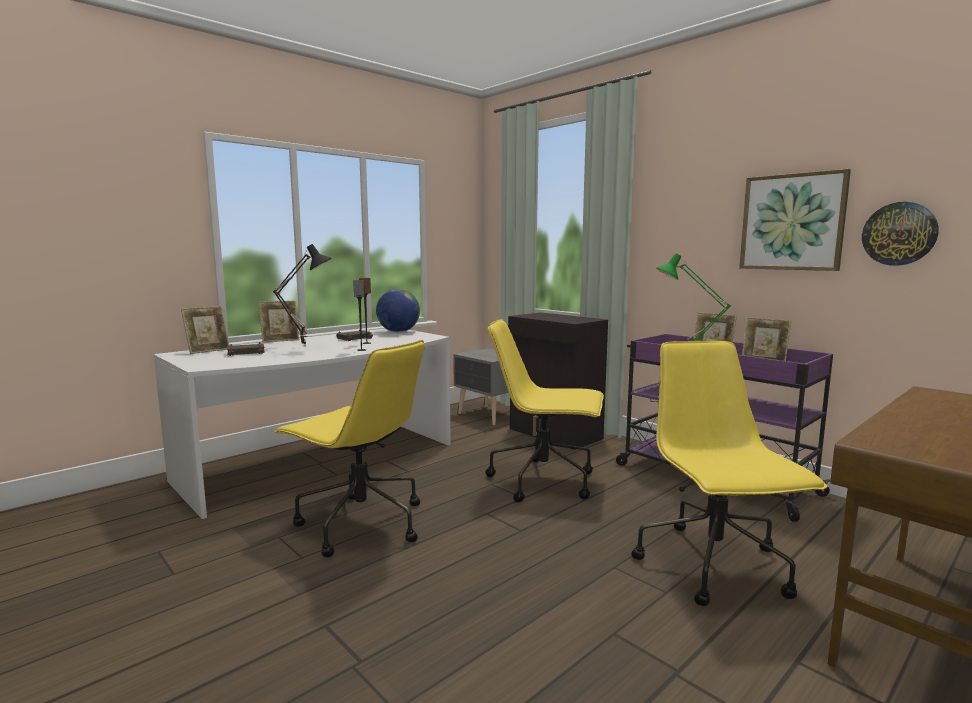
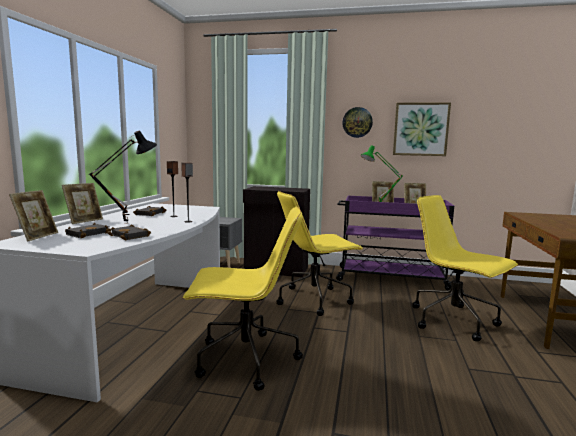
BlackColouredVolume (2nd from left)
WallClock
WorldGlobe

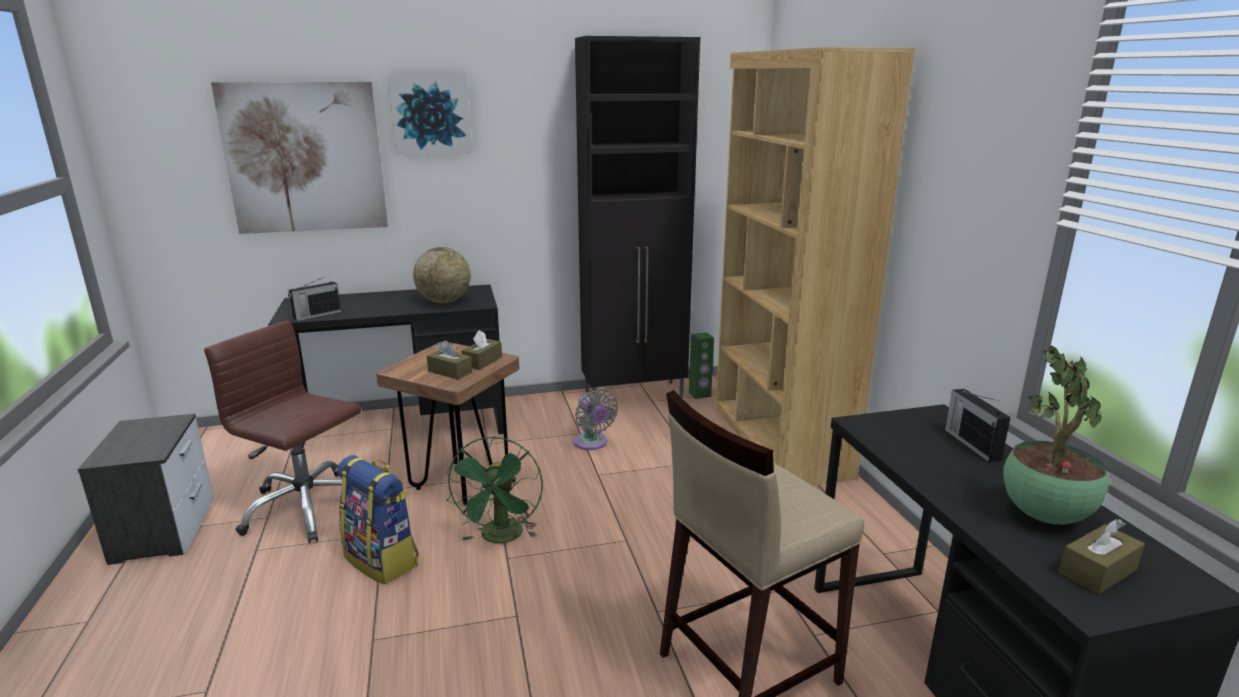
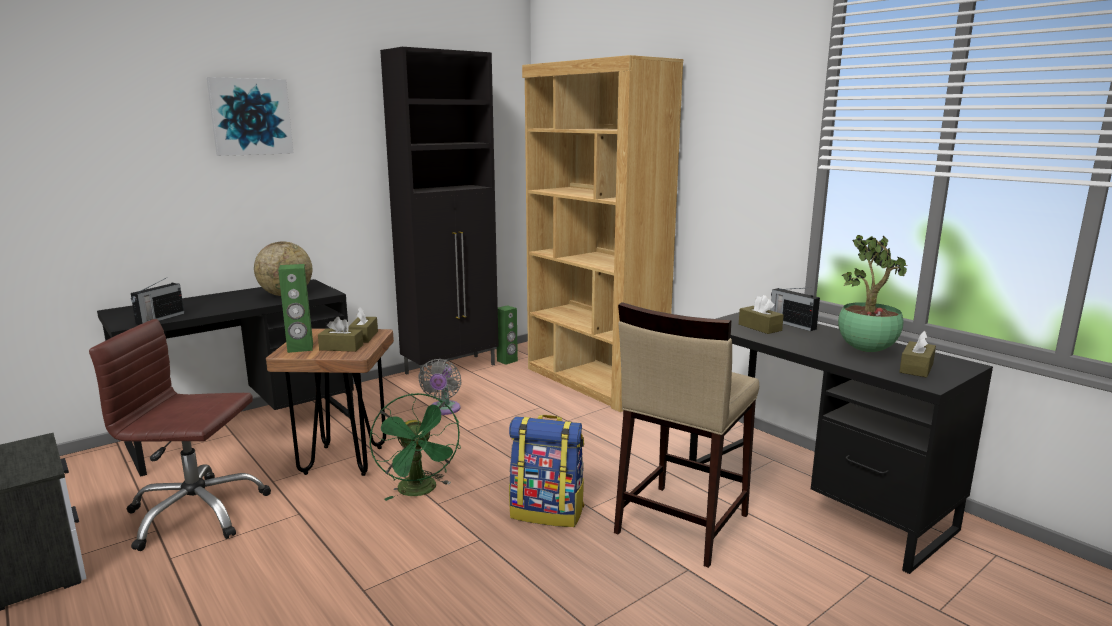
GreenColouredLoudspeaker (1st from left)
GreyFan
Rucksack
BrownTissueBox (3rd from left)
Picture (1st from left in the first image)

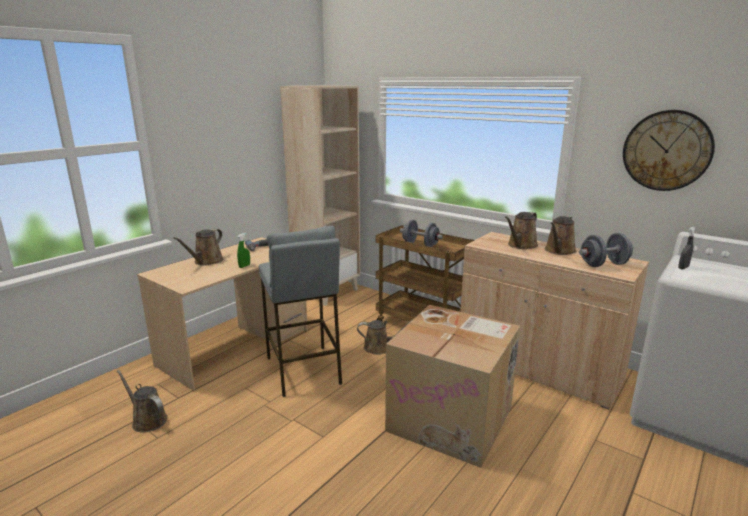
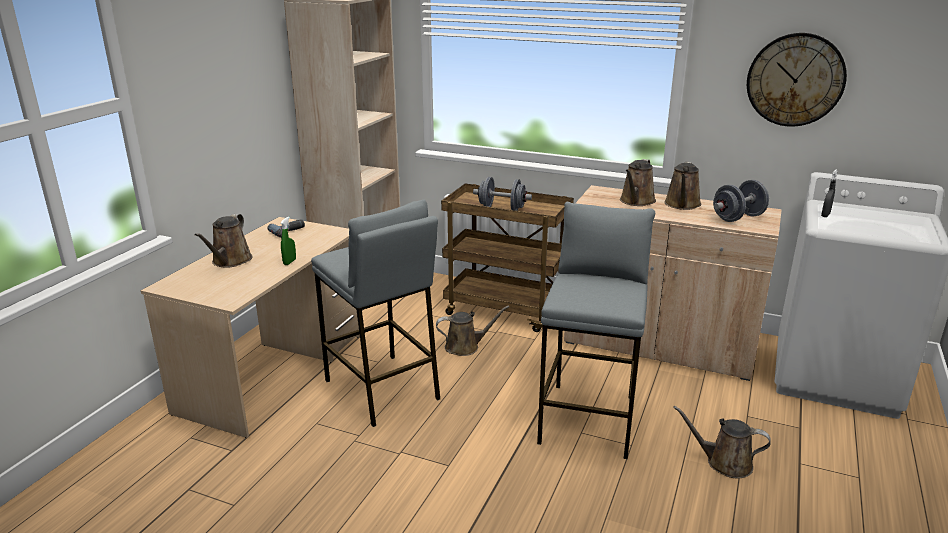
GreyStool (2nd from left)
BrownWateringPot (5th from left)

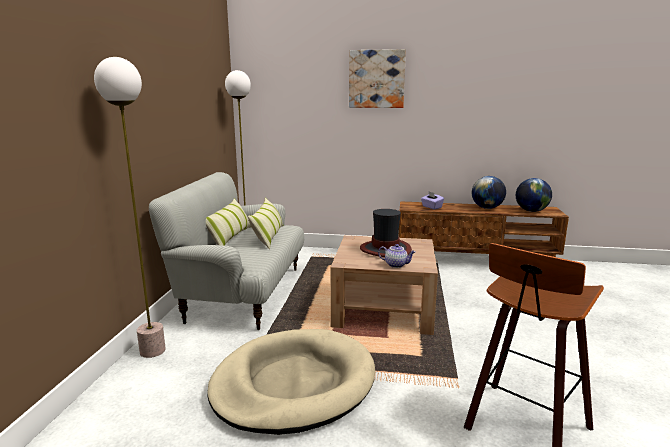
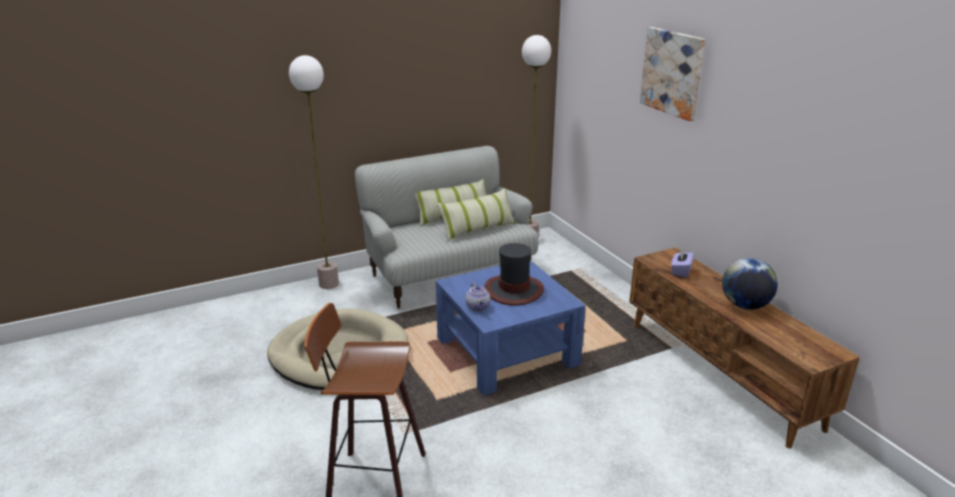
BlueCoffeeTable
WorldGlobe (2nd from left in the first image)

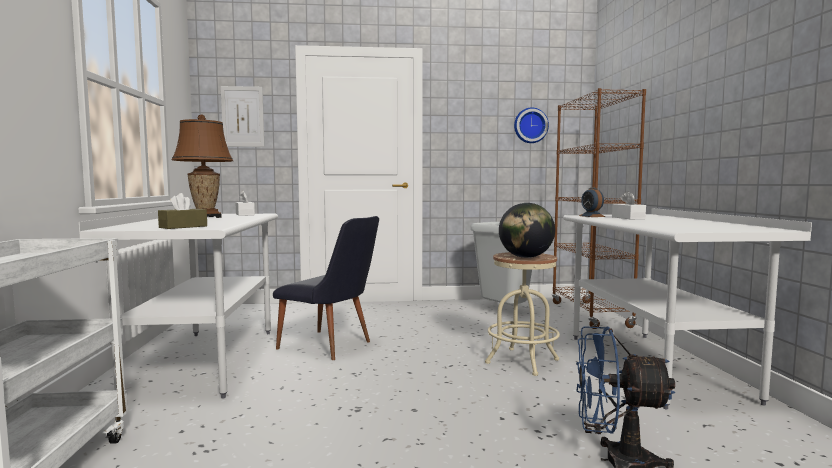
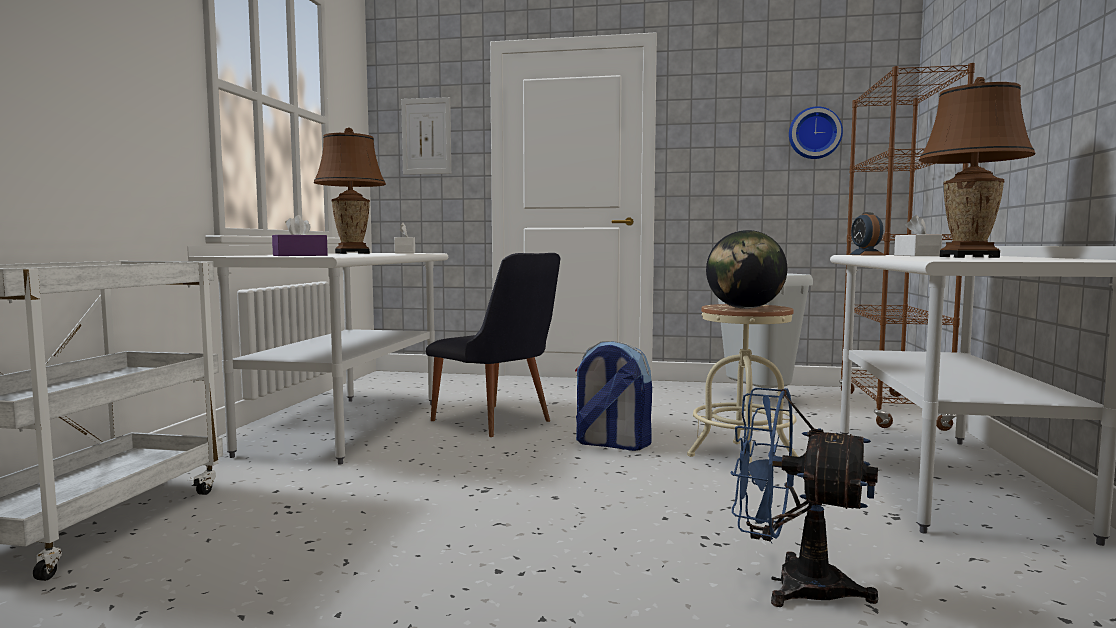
PurplishTissueBox
Rucksack
BrownLampForATable (2nd from left)

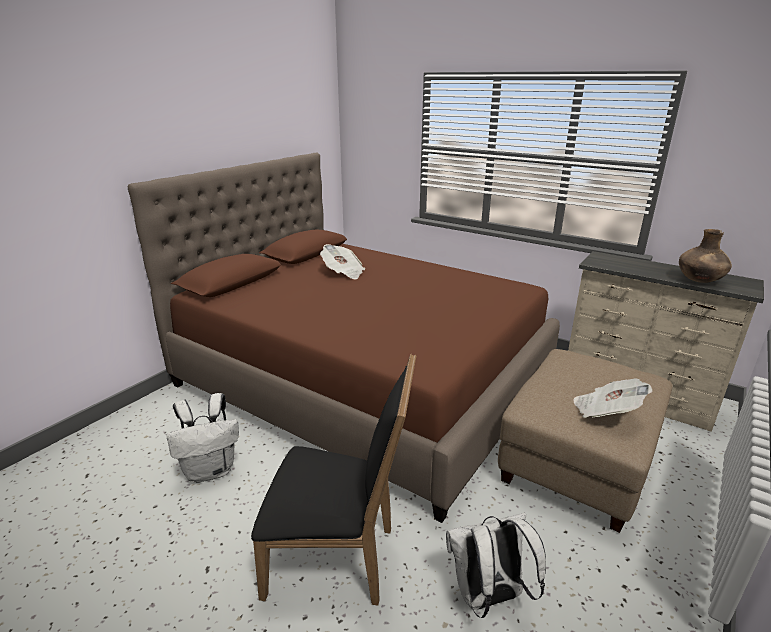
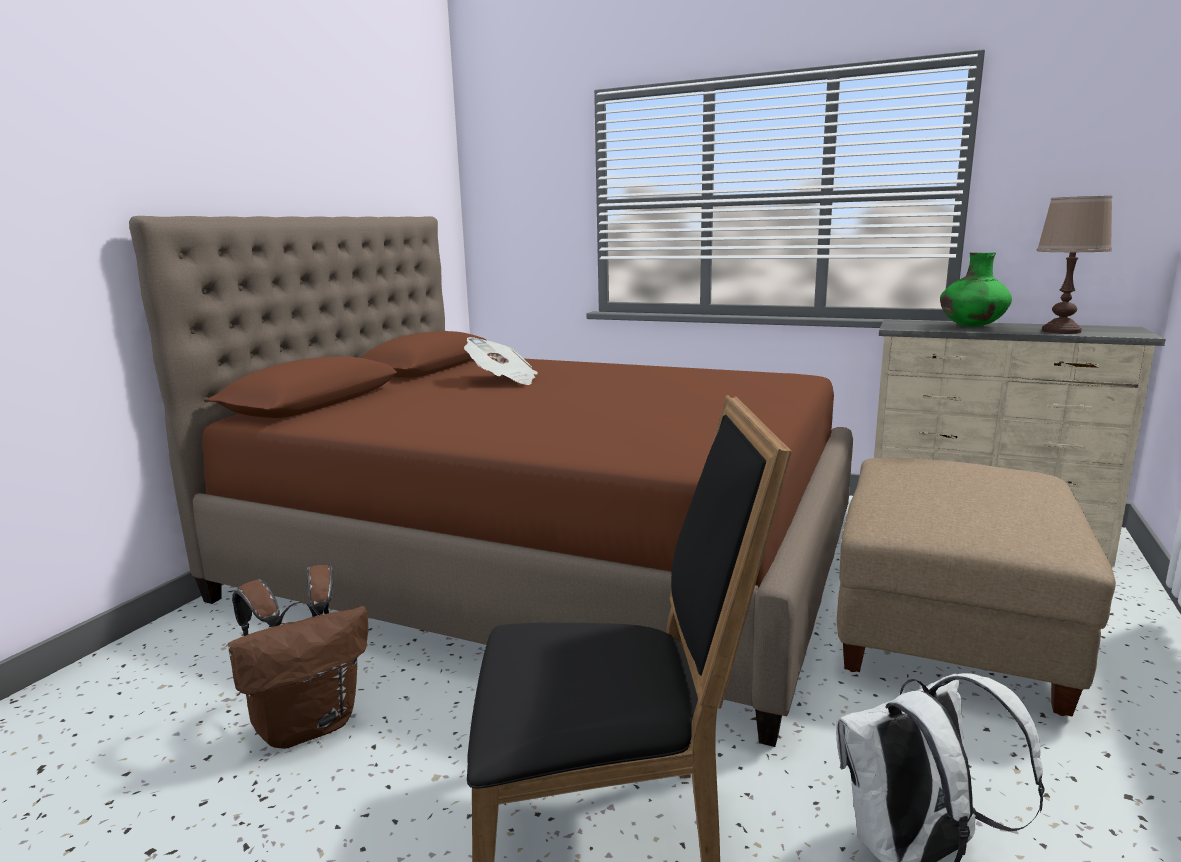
BrownRucksack
GreenColouredDecorativeVase
BrownLampForATable
PrintedPaper (2nd from left in the first image)

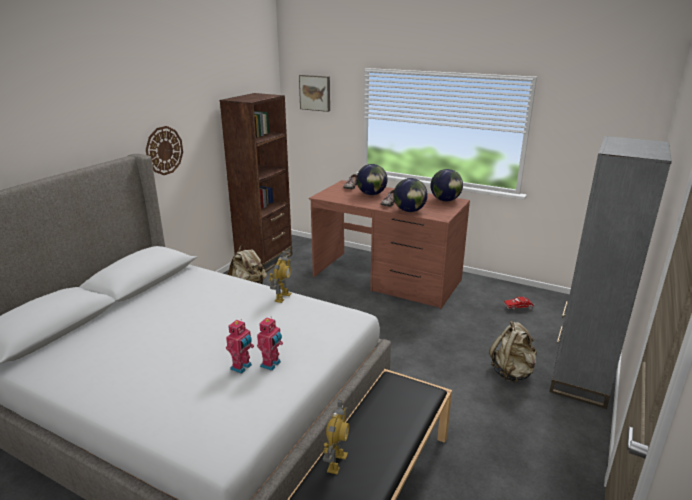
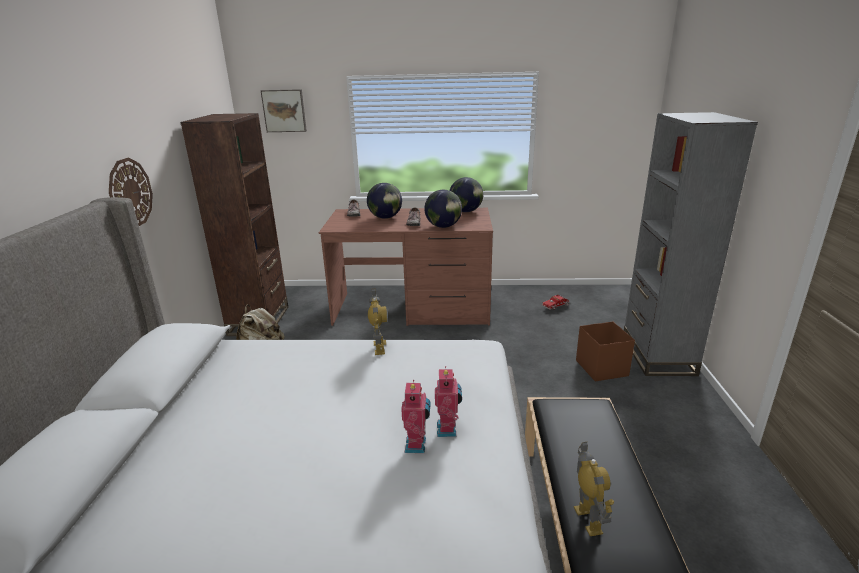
BrownStorageBin

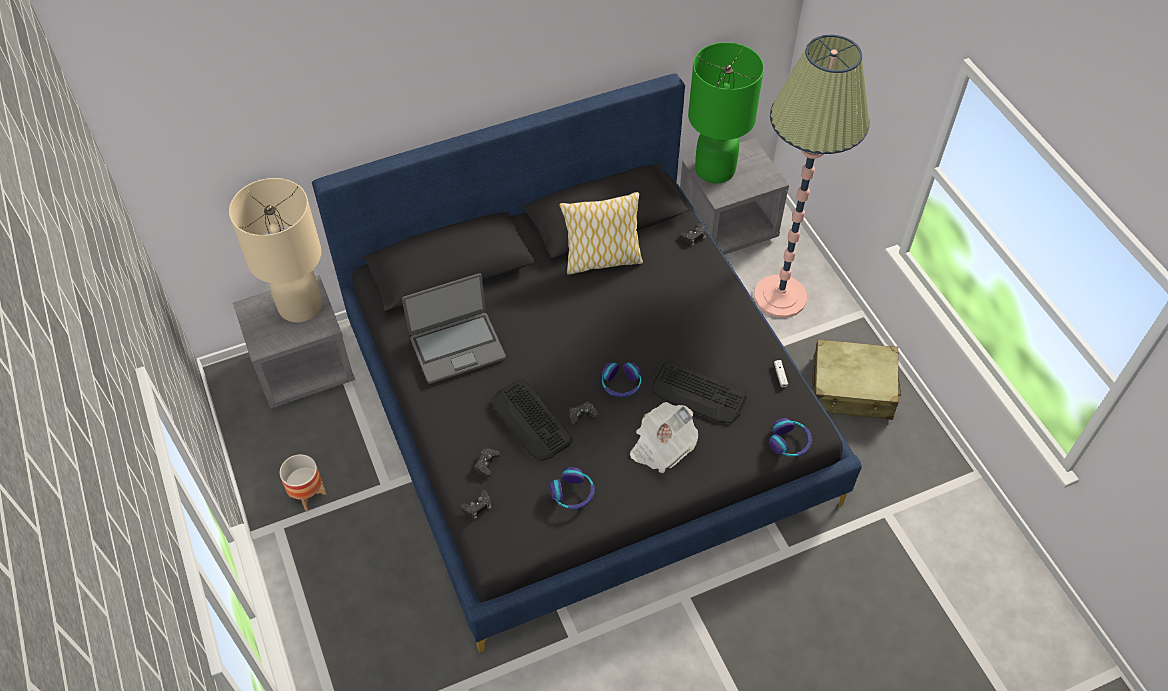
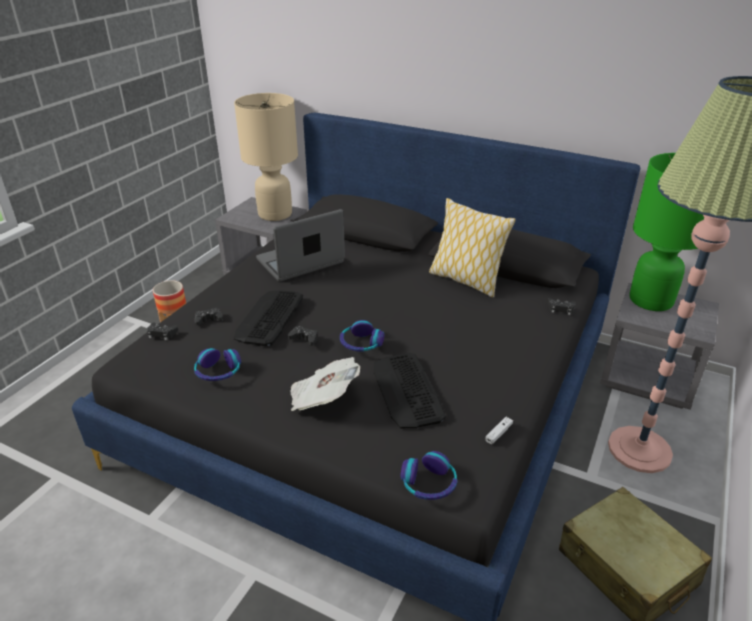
NotebookComputer

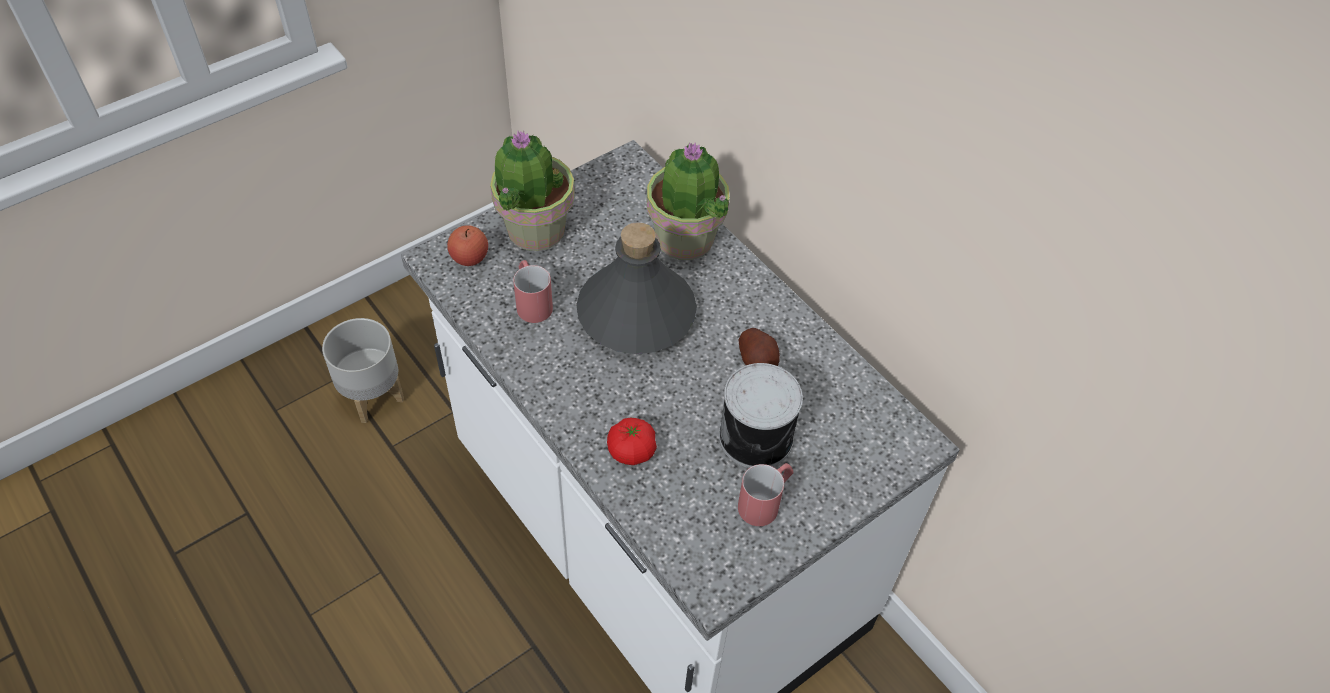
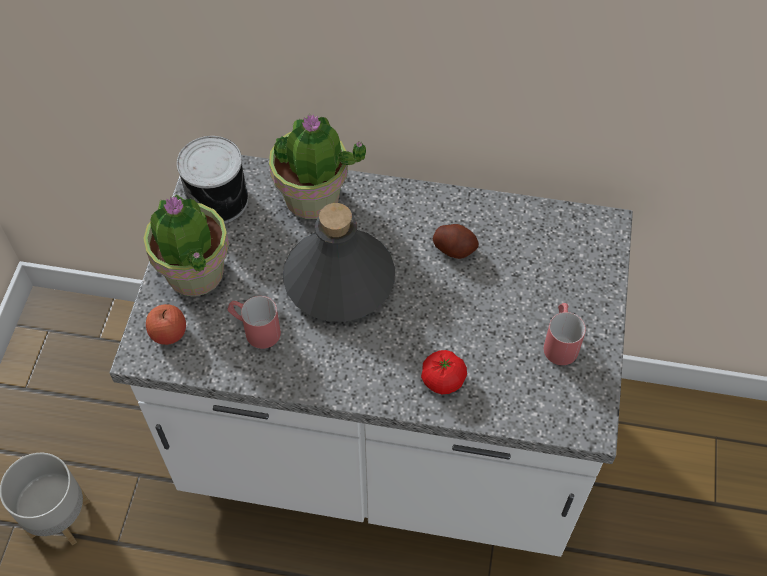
SealedCan

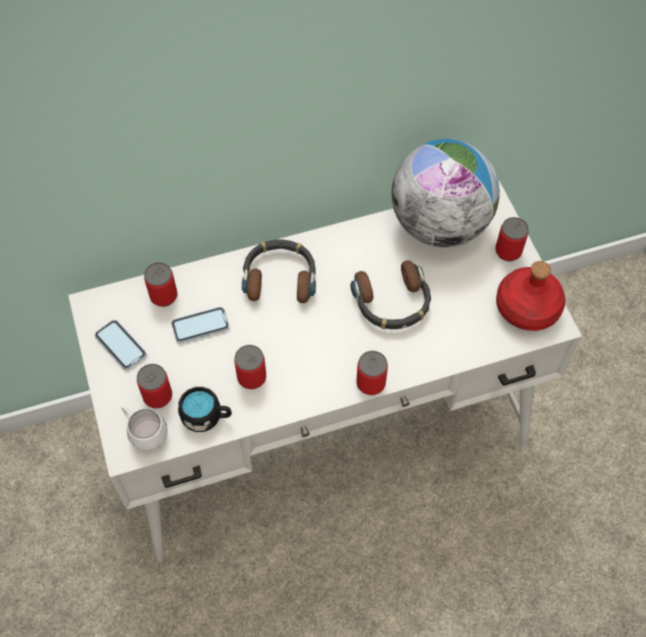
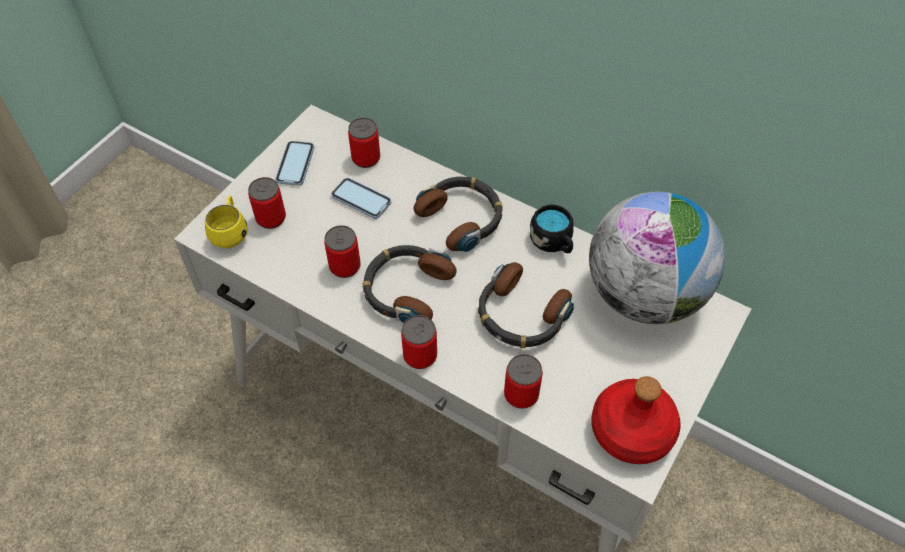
YellowTeaMug
PairOfHeadphones (1st from left)
SealedCan (5th from left)
BlackColouredTeaMug

